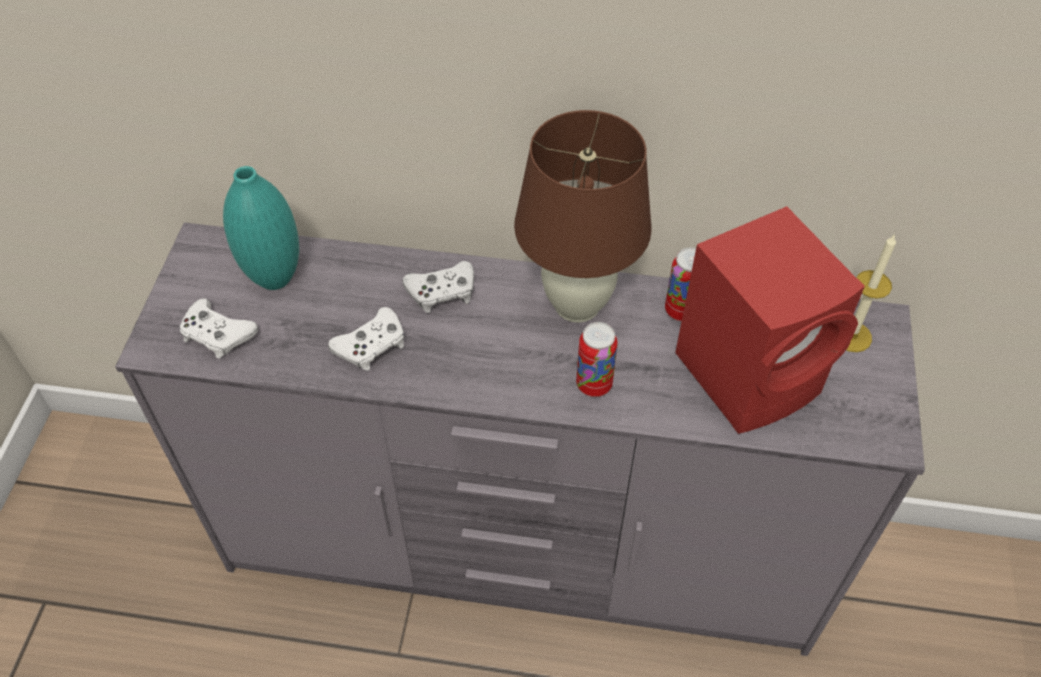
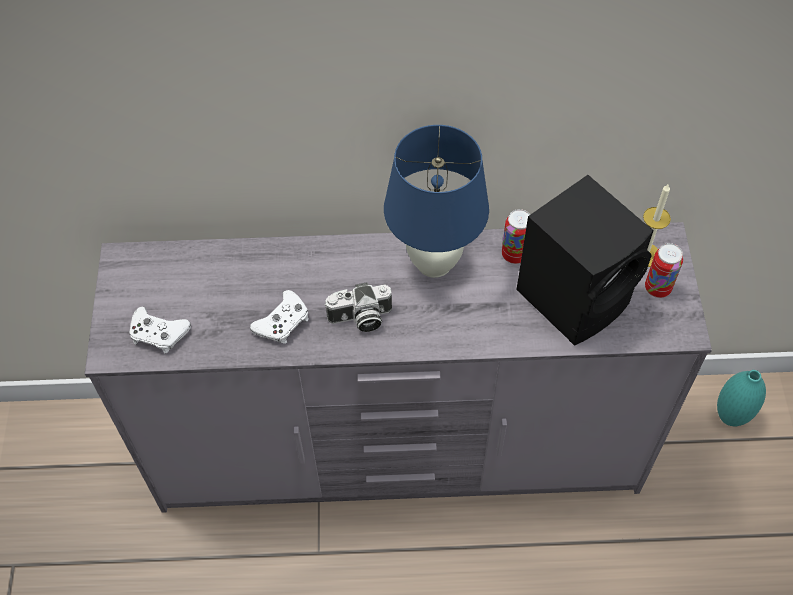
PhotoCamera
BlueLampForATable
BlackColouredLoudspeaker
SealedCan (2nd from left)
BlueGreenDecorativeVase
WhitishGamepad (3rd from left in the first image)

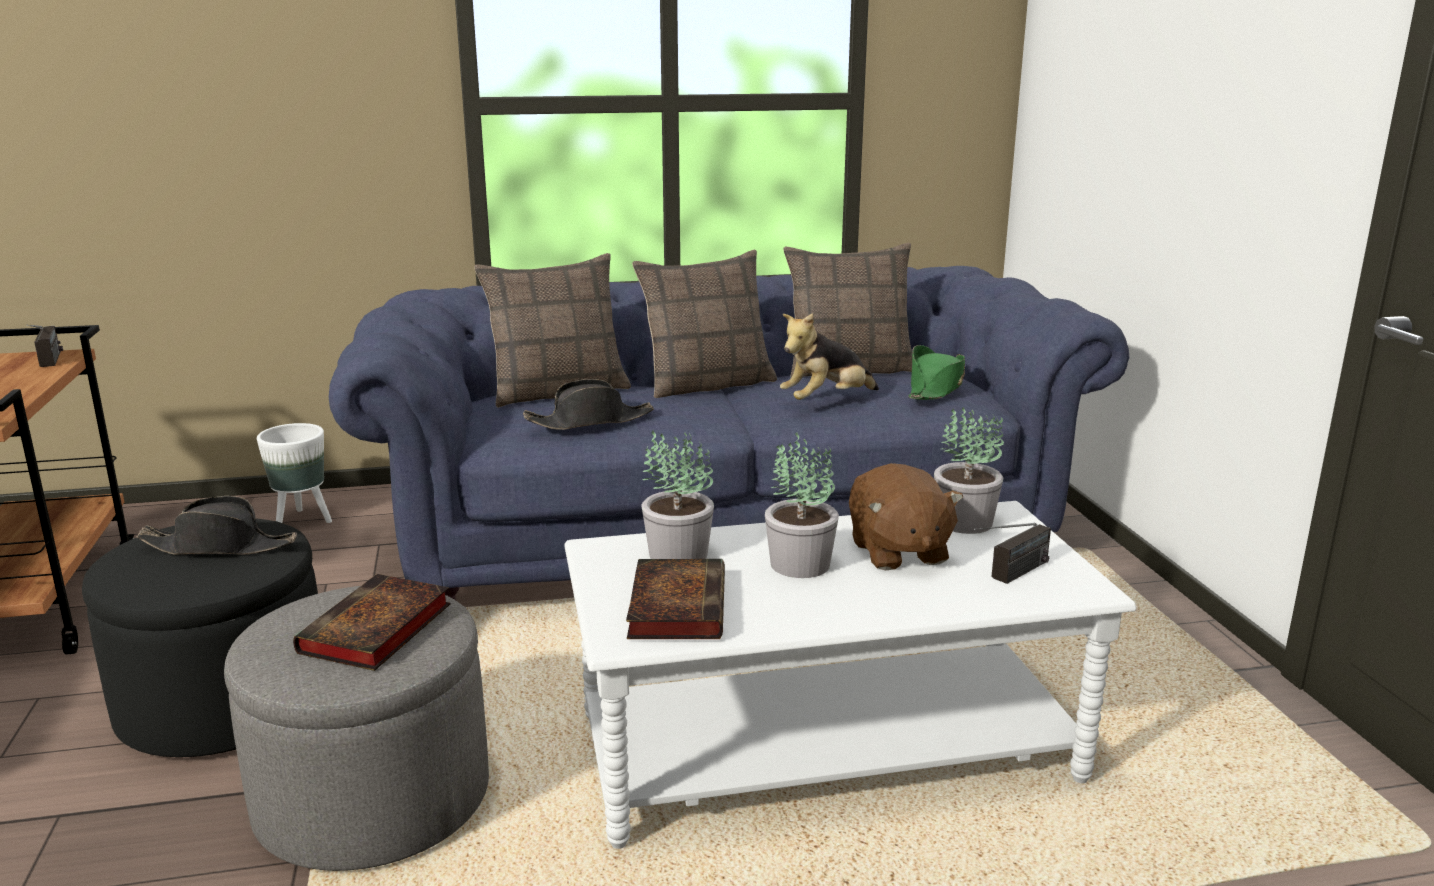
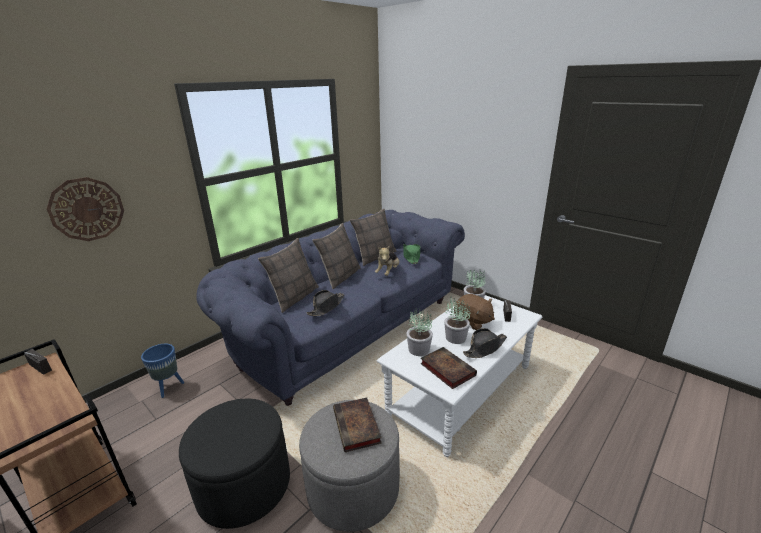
WallClock
BluePlanter
BlackColouredClothingHat (2nd from left)

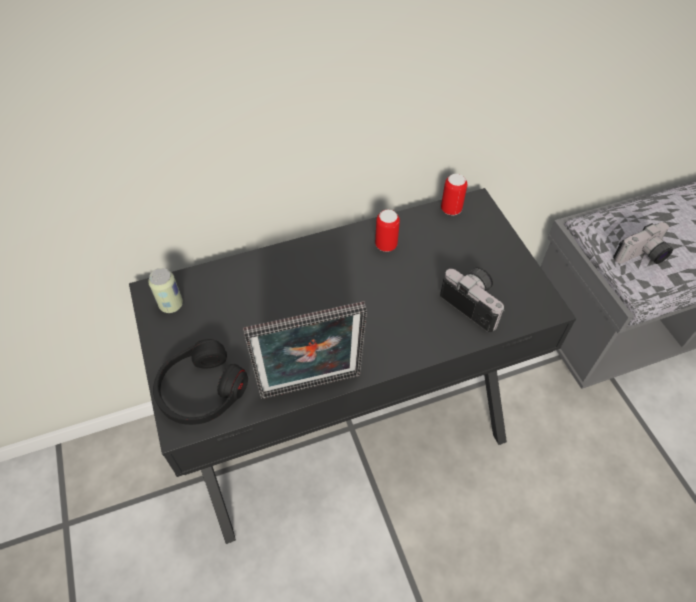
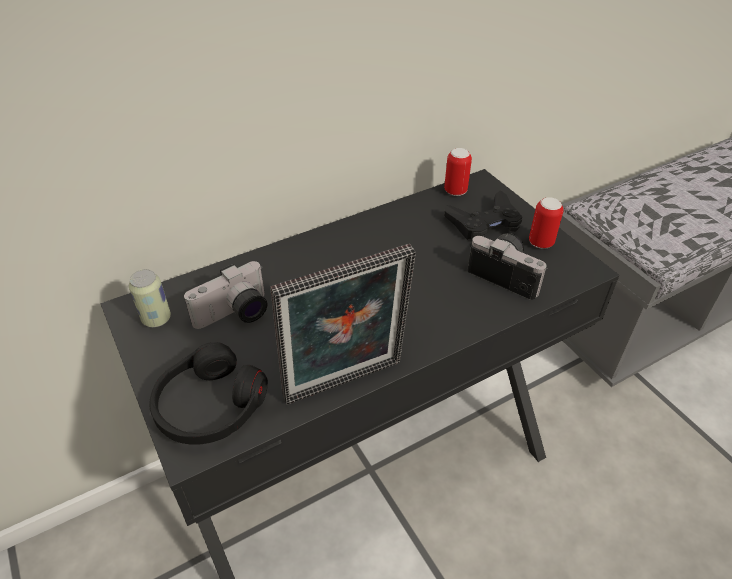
PhotoCamera (1st from left)
BlackColouredGamepad
SealedCan (3rd from left)

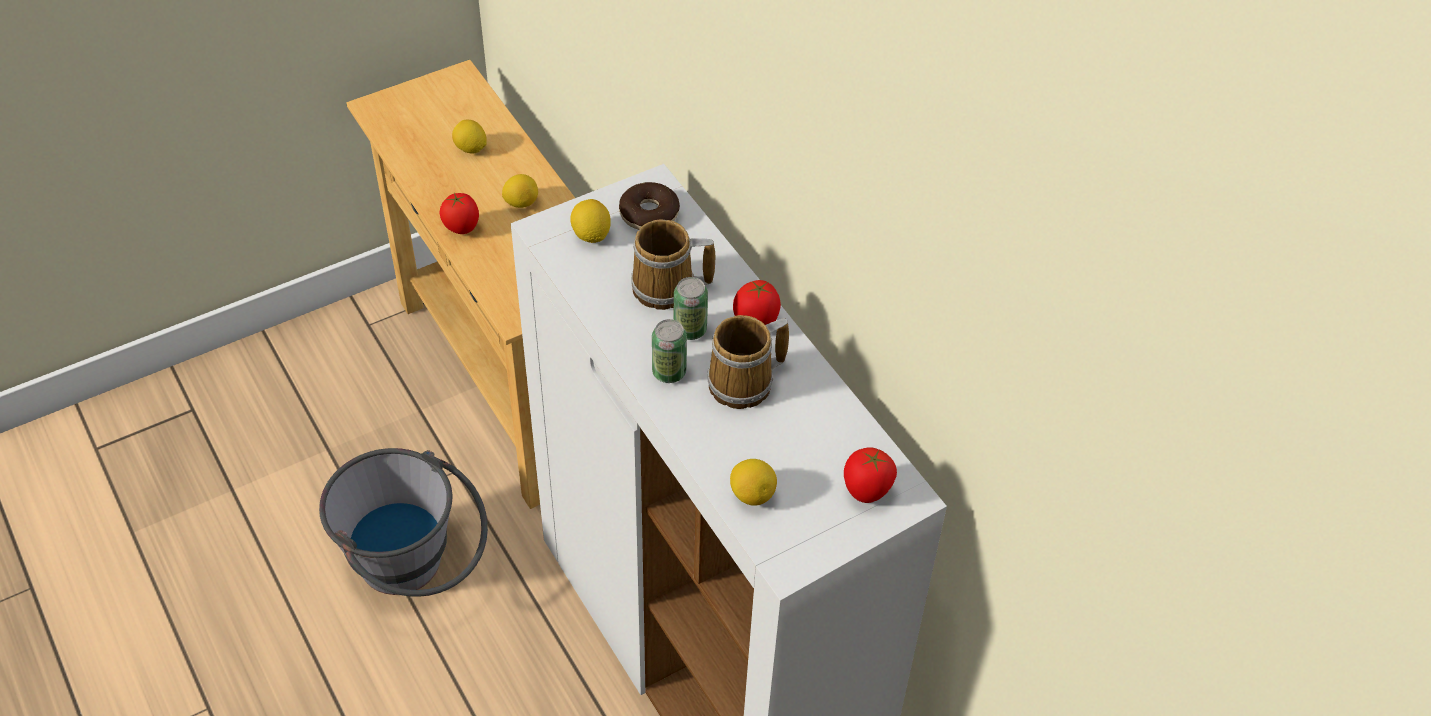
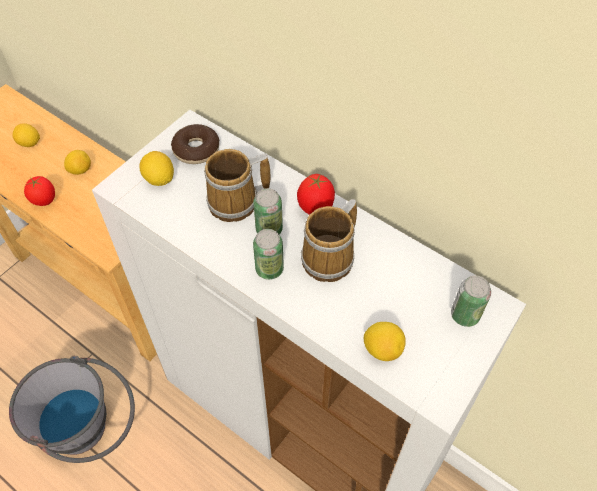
SealedCan (3rd from left)

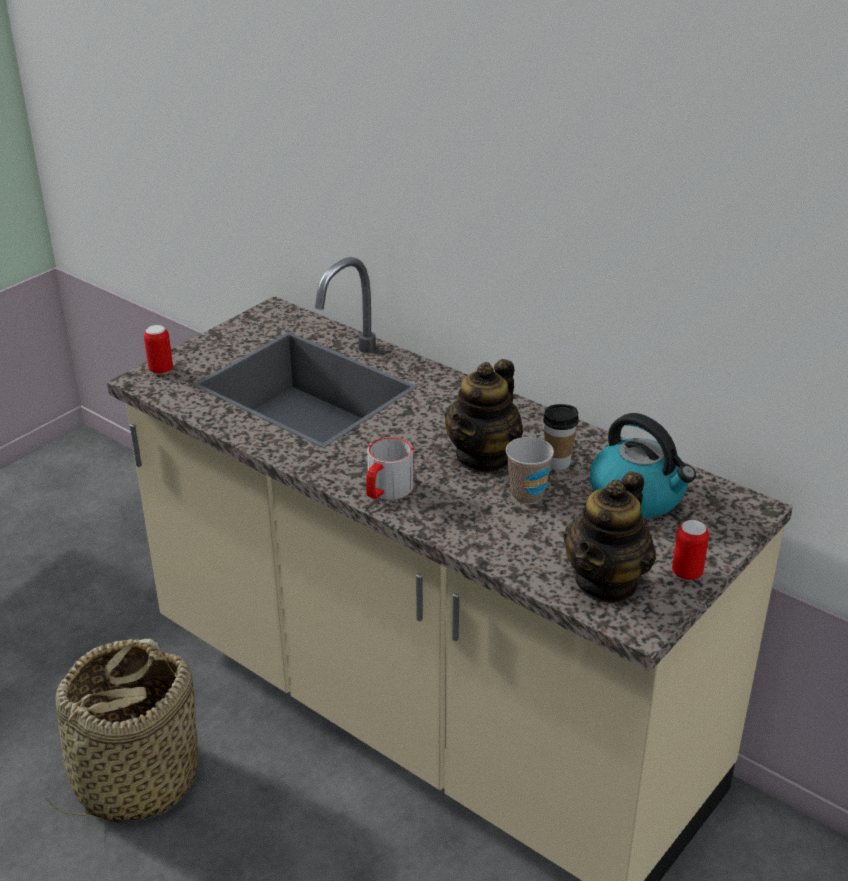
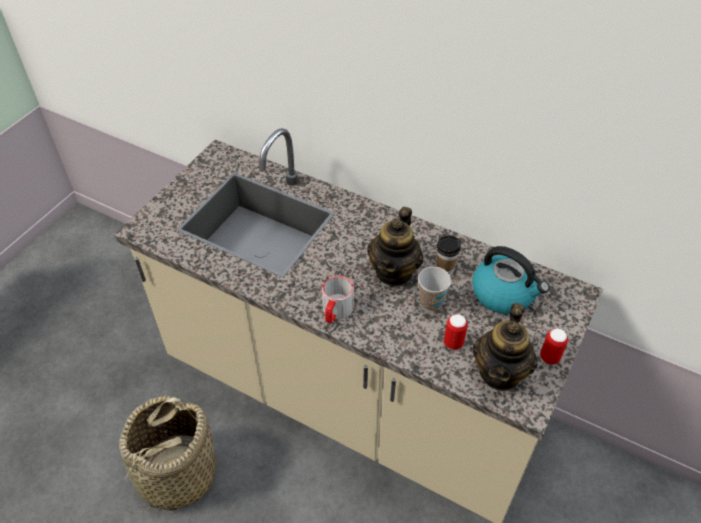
SealedCan (1st from left)

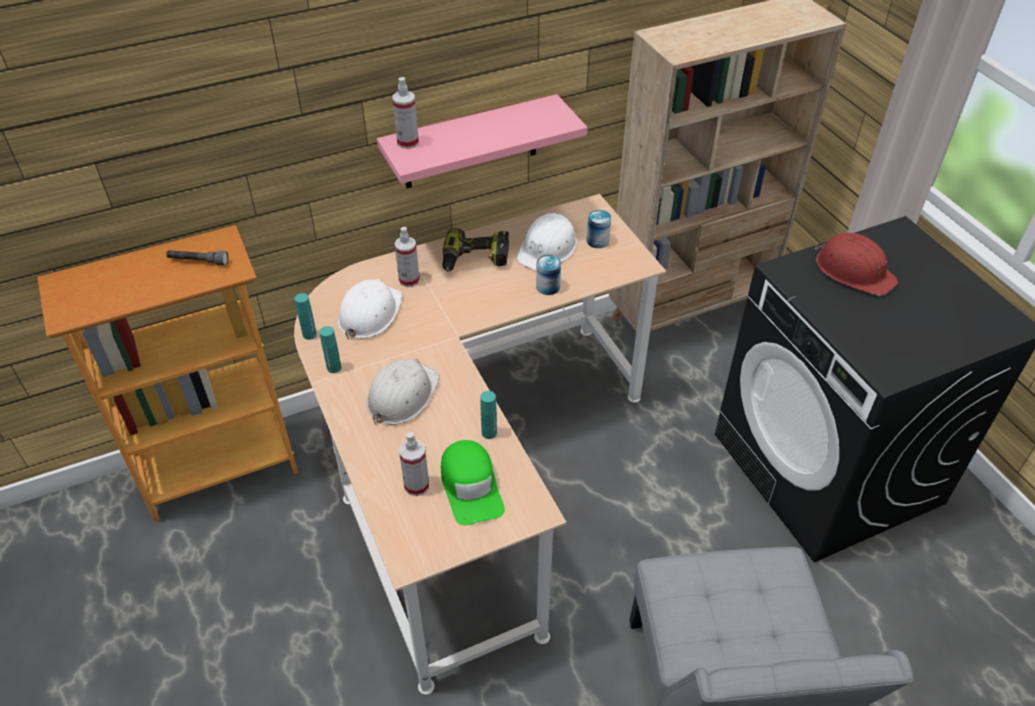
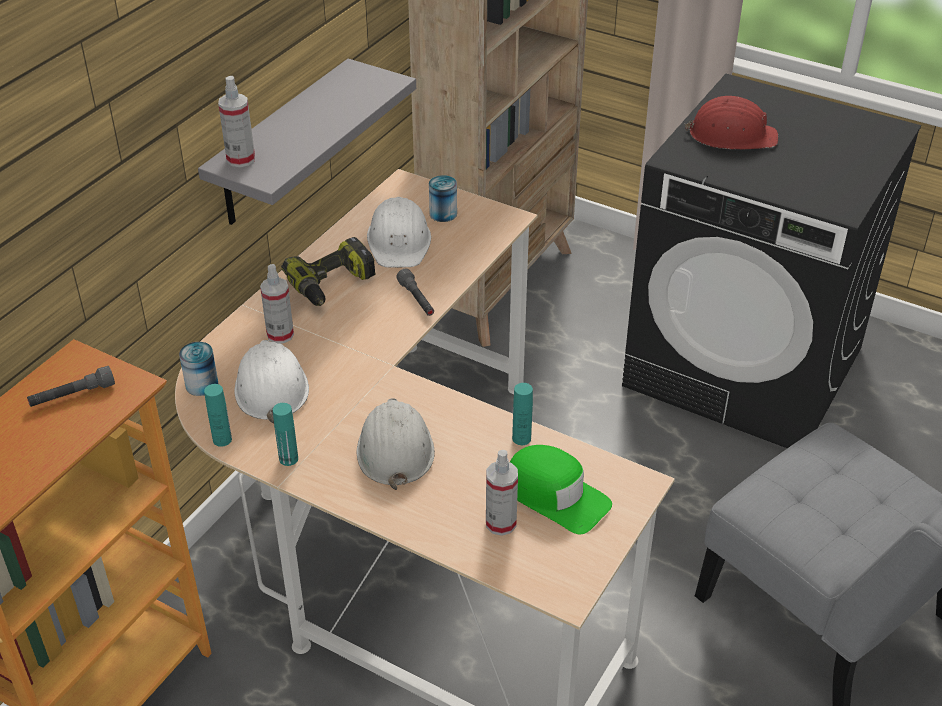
SealedCan (1st from left)
GreyBracketShelf
GreyFlashlight (2nd from left)

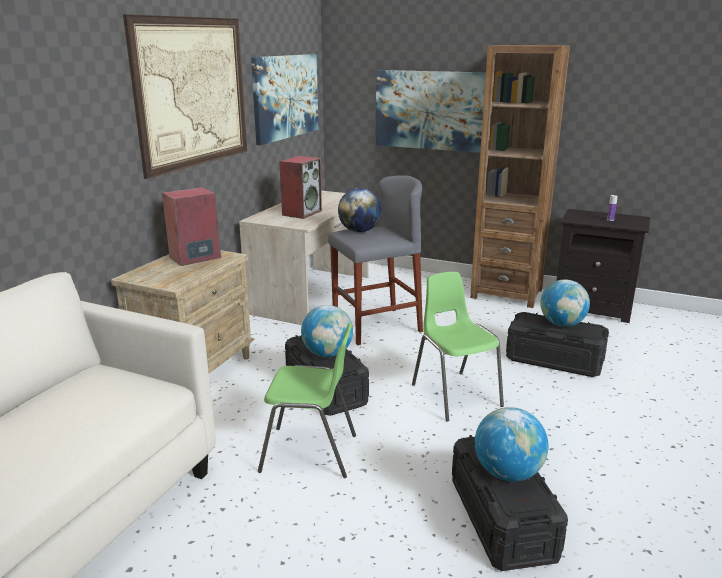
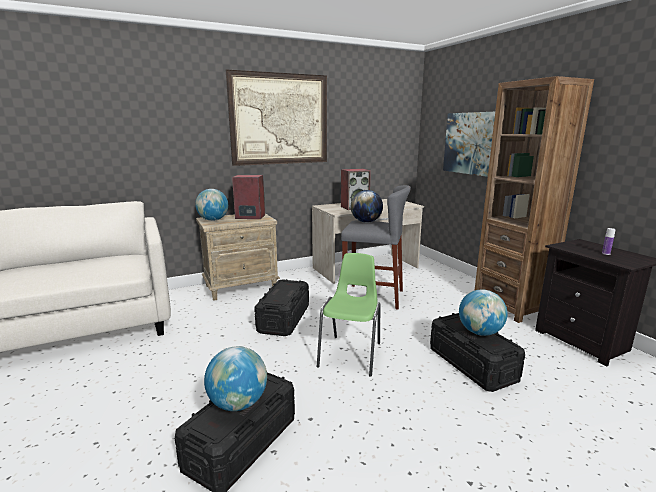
WorldGlobe (1st from left)
Picture (2nd from left in the first image)
GreenColouredUprightChair (1st from left in the first image)

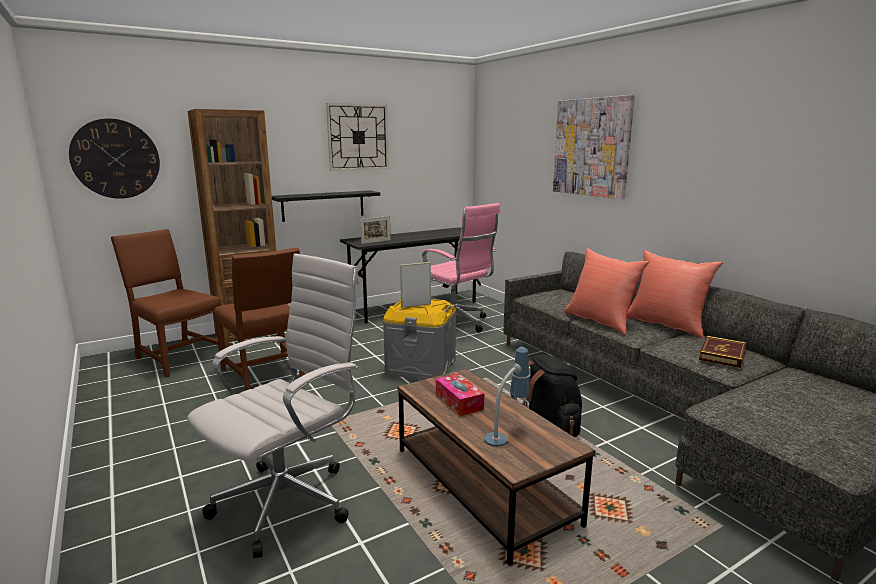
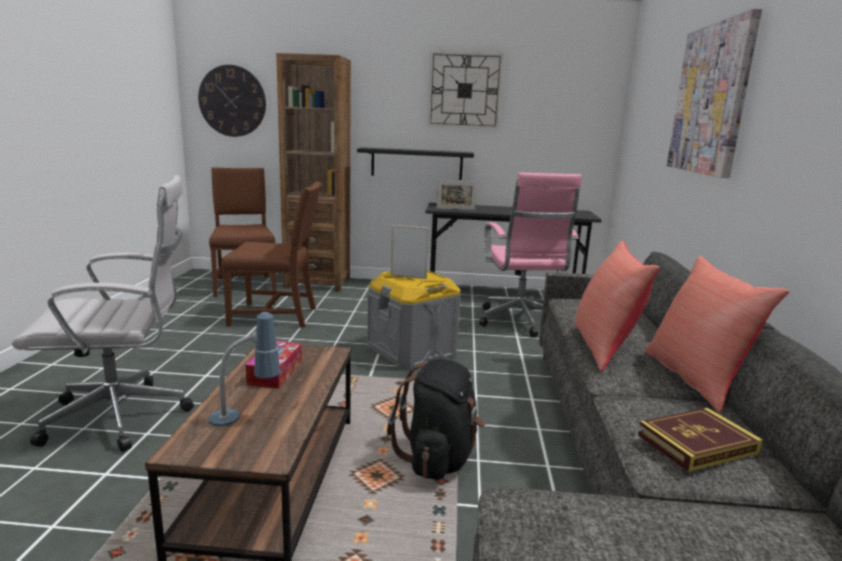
BrownUprightChair (2nd from left)

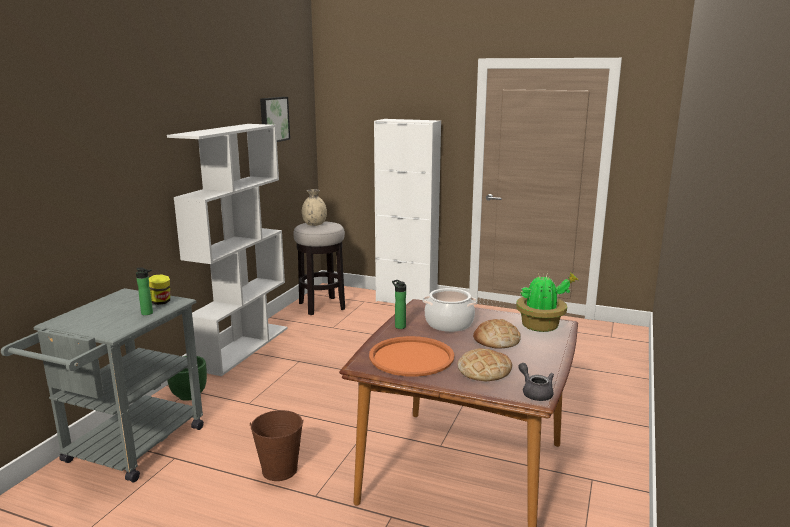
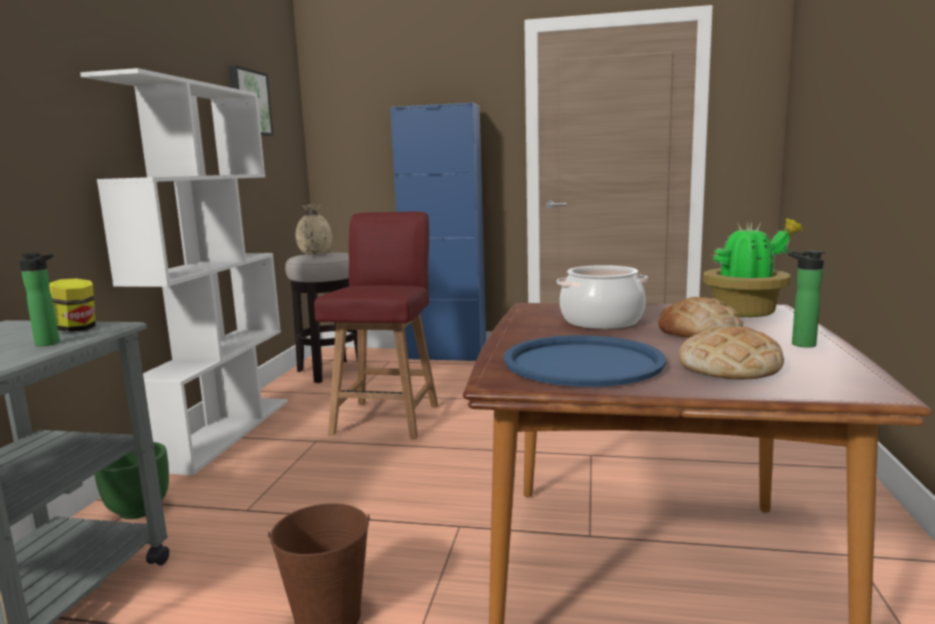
RedColouredUprightChair
BlueCupboard
BlueCarryingTray
BeverageBottle (2nd from left)
GreyPotForTea

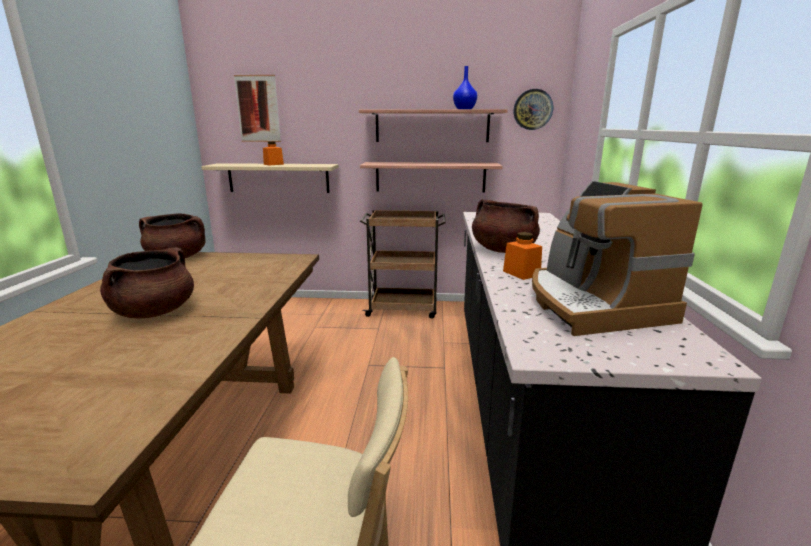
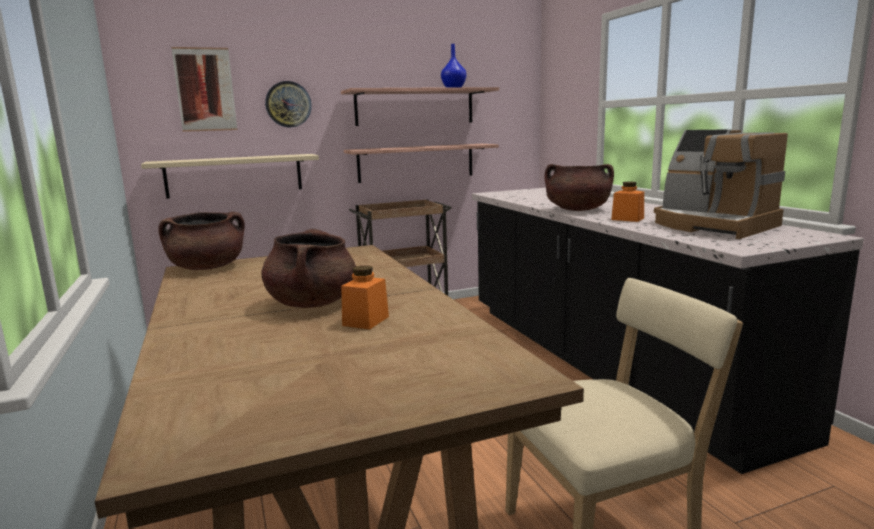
WallClock
OrangeColouredJar (1st from left)

